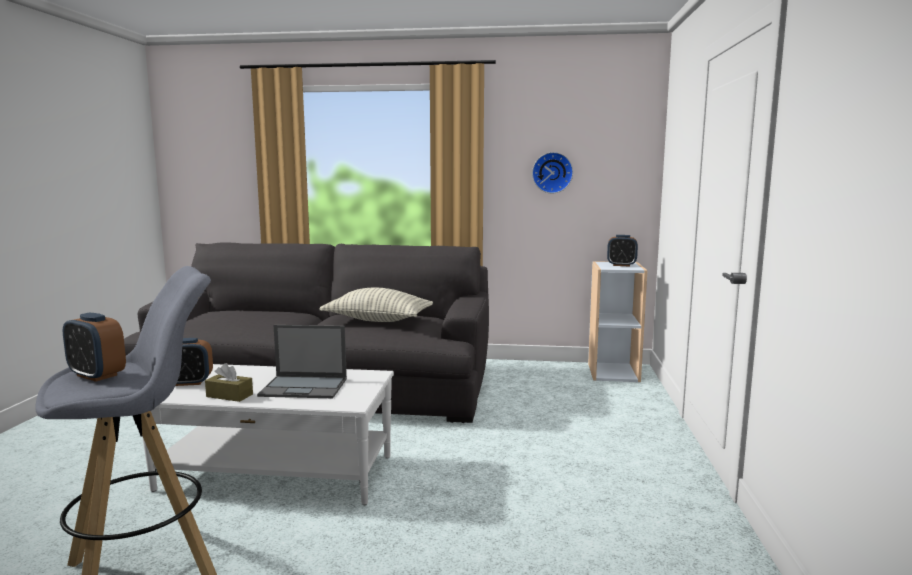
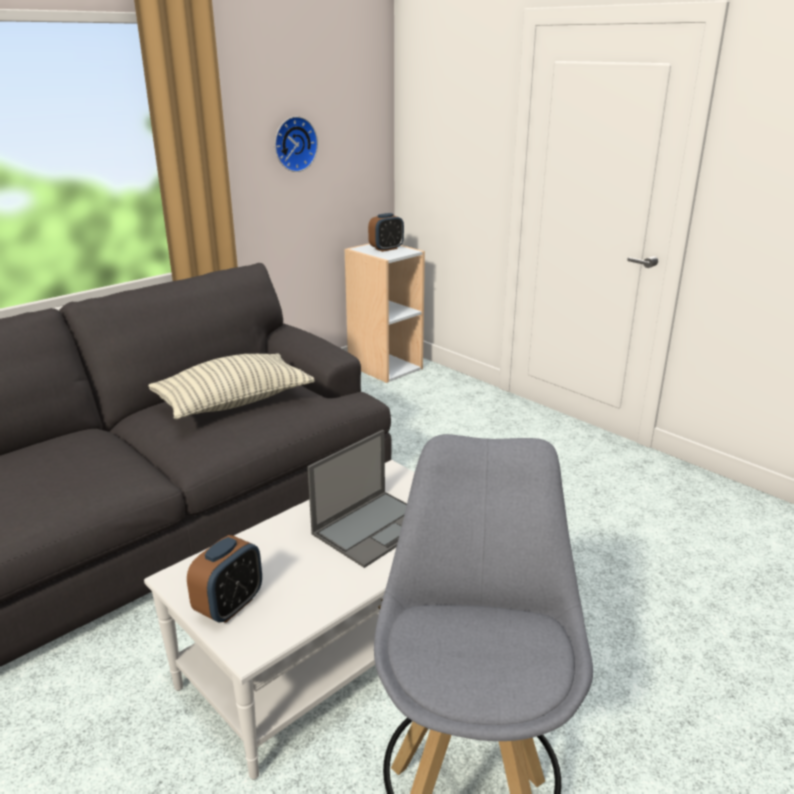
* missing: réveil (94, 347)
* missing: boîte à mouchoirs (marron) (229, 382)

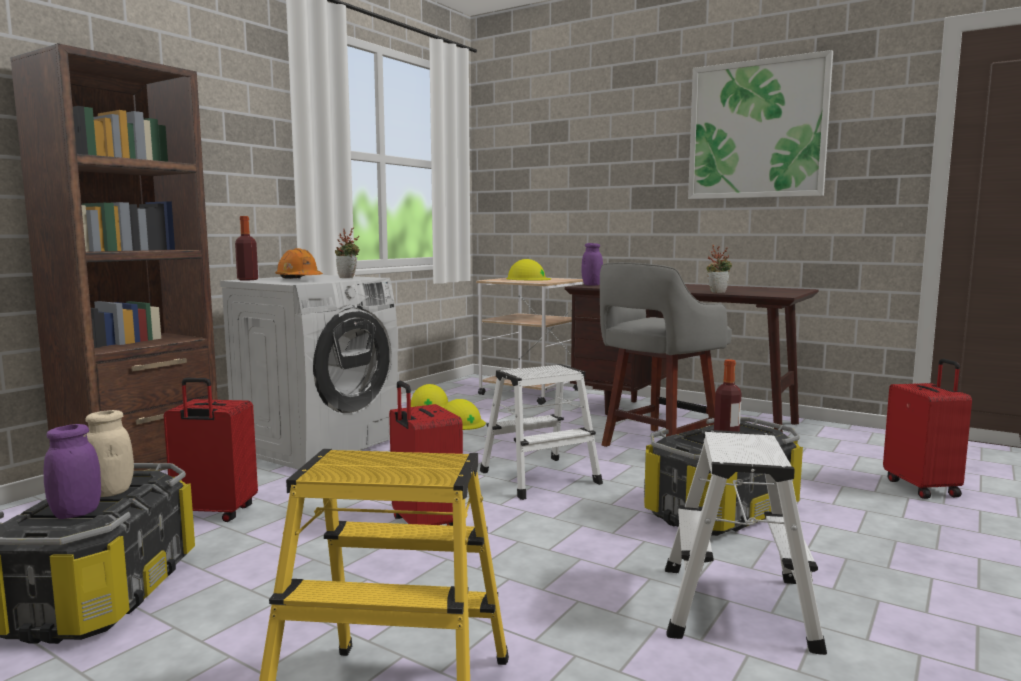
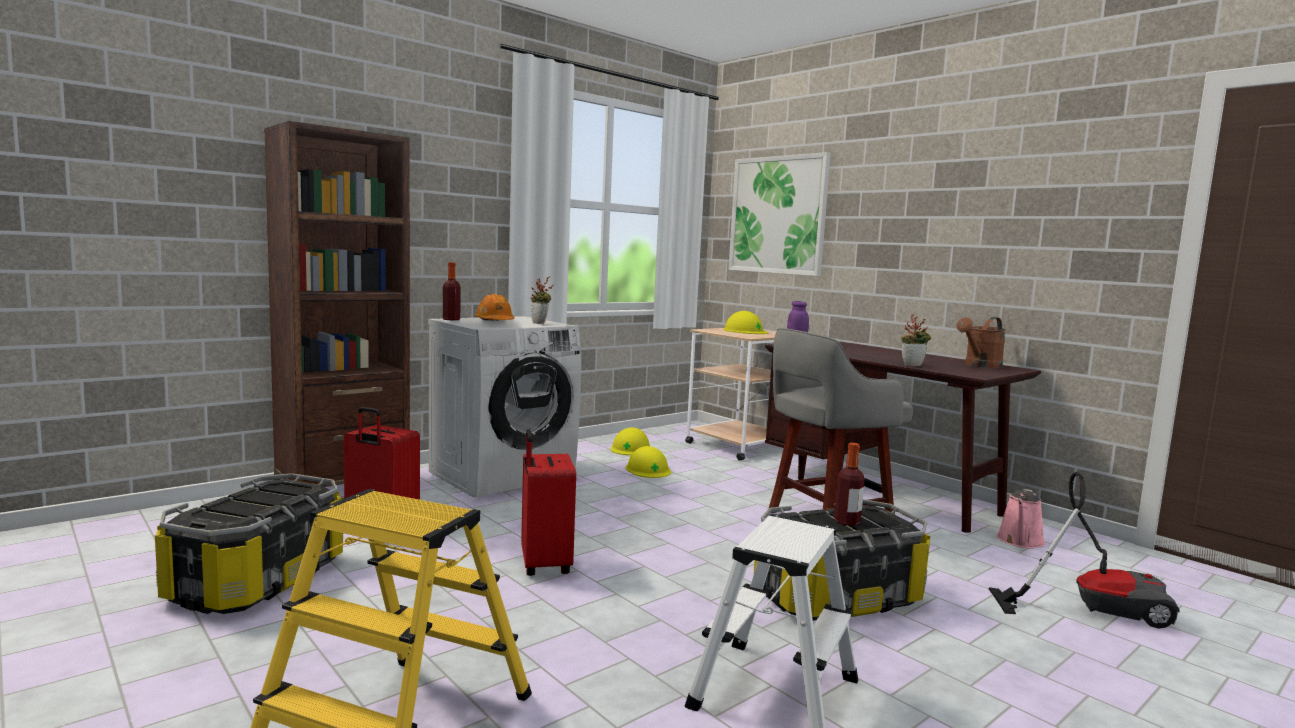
* relocated: tableau (760, 124) to (779, 214)
* appeared: arrosoir (marron) (981, 342)
* exchanged: valise (rouge) (927, 429) to aspirateur (1084, 550)
* appeared: arrosoir (rose) (1021, 519)
* missing: bocal (violet) (72, 471)
* missing: bocal (beige) (109, 453)
* missing: escabeau (blanc) (541, 432)

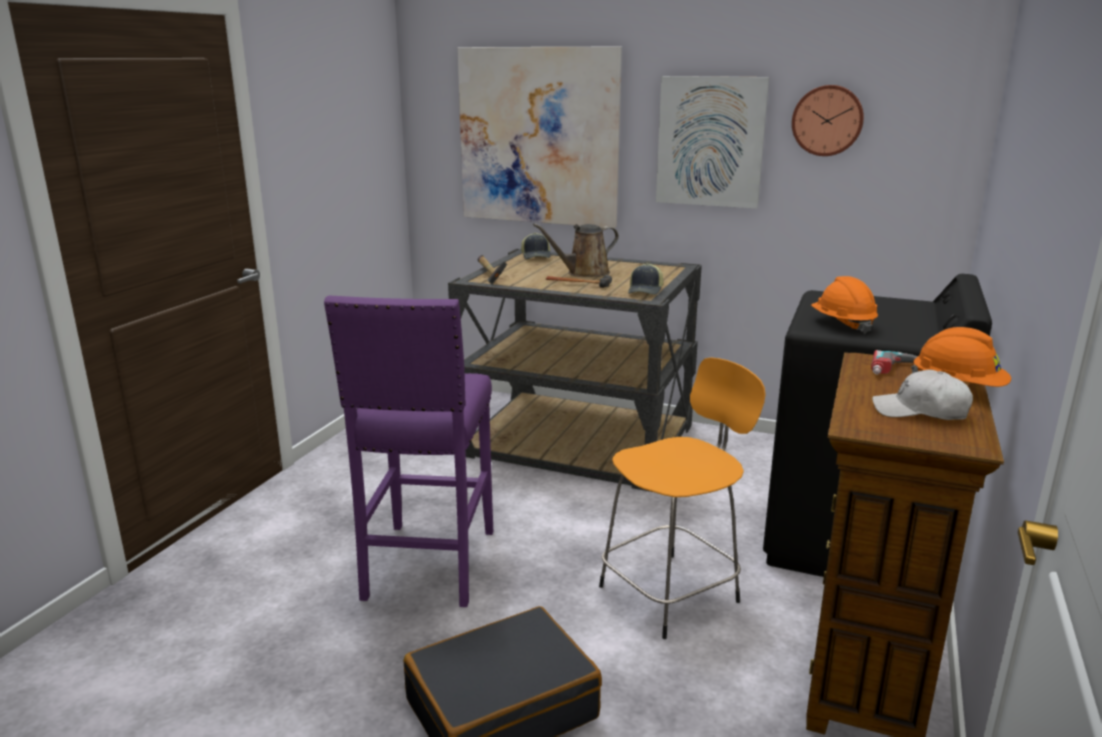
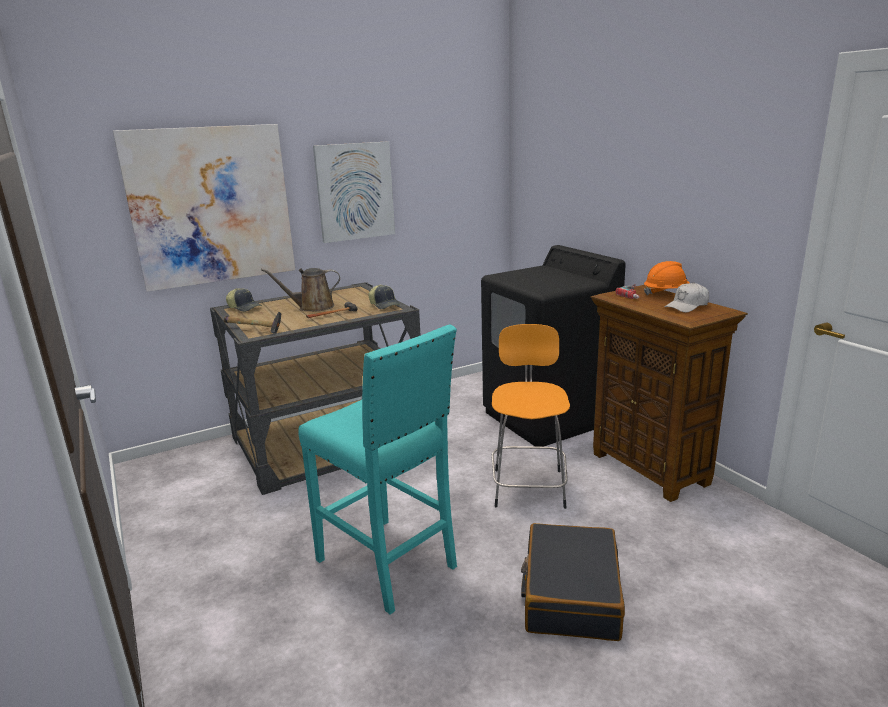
* spun: arrosoir (marron) (576, 250) = (300, 289) 60 degrees clockwise
* colour: tabouret (violet) (408, 451) to tabouret (turquoise) (377, 469)
* missing: horloge murale (828, 120)
* missing: casque de chantier (orange) (844, 305)

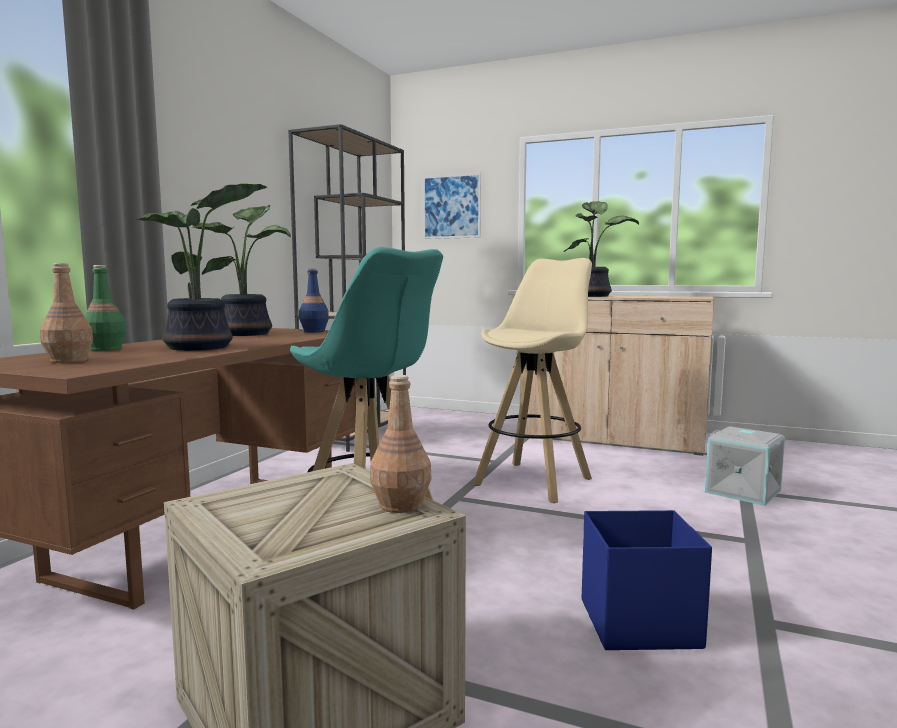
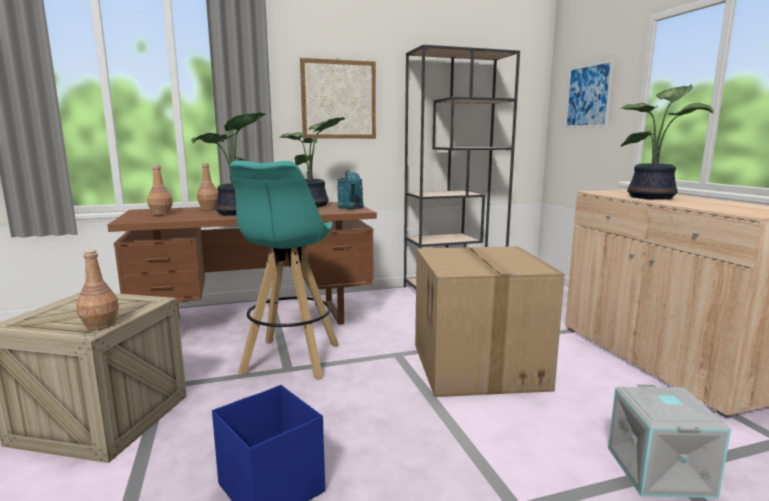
* colour: bouteille (vert) (105, 308) to bouteille (marron) (207, 186)
* appeared: tableau (338, 98)
* exchanged: bouteille (bleu) (314, 300) to arrosoir (turquoise) (350, 189)
* exchanged: tabouret (beige) (532, 380) to carton (490, 321)

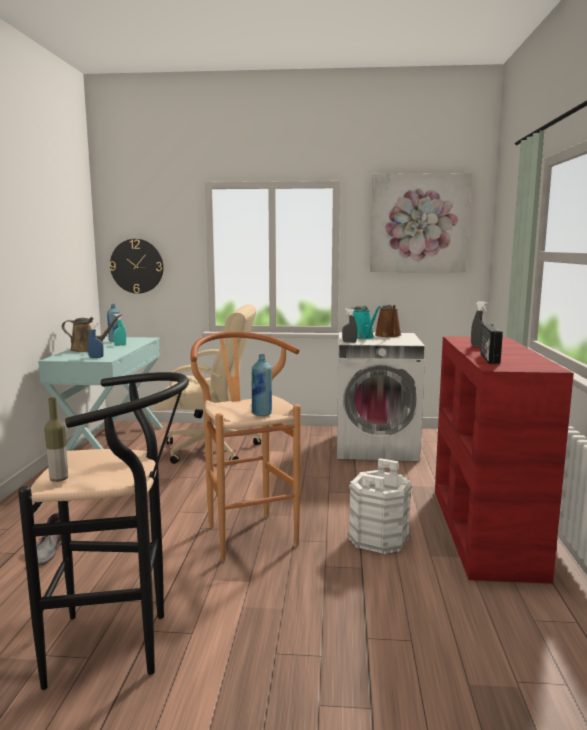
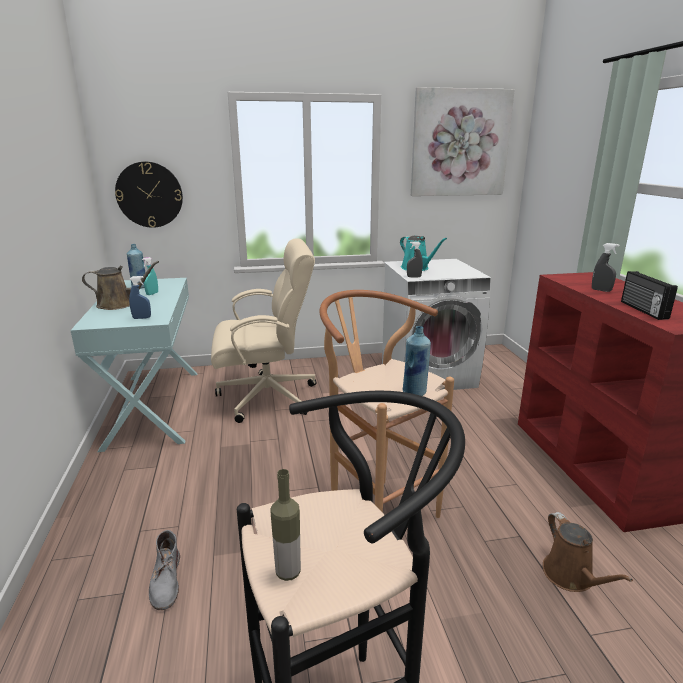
* relocated: arrosoir (marron) (388, 321) to (588, 552)
* missing: seau (blanc) (380, 506)

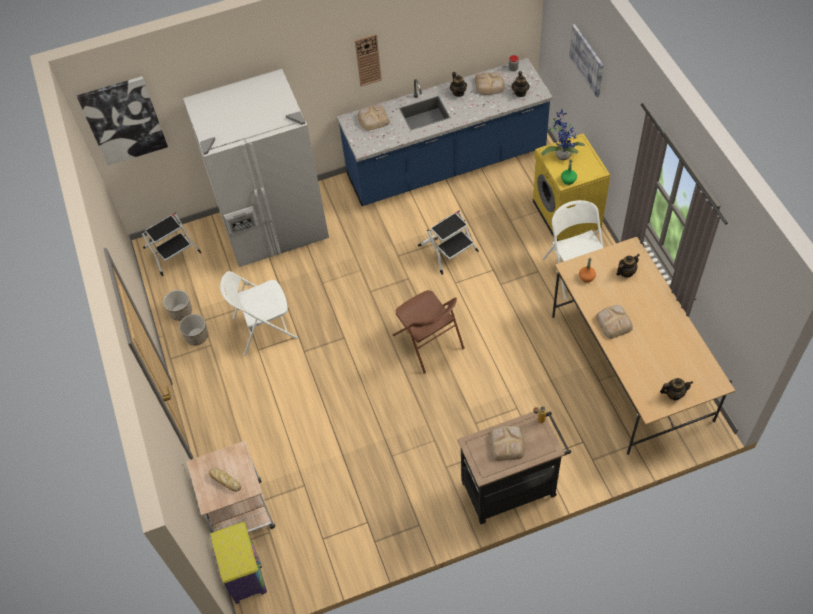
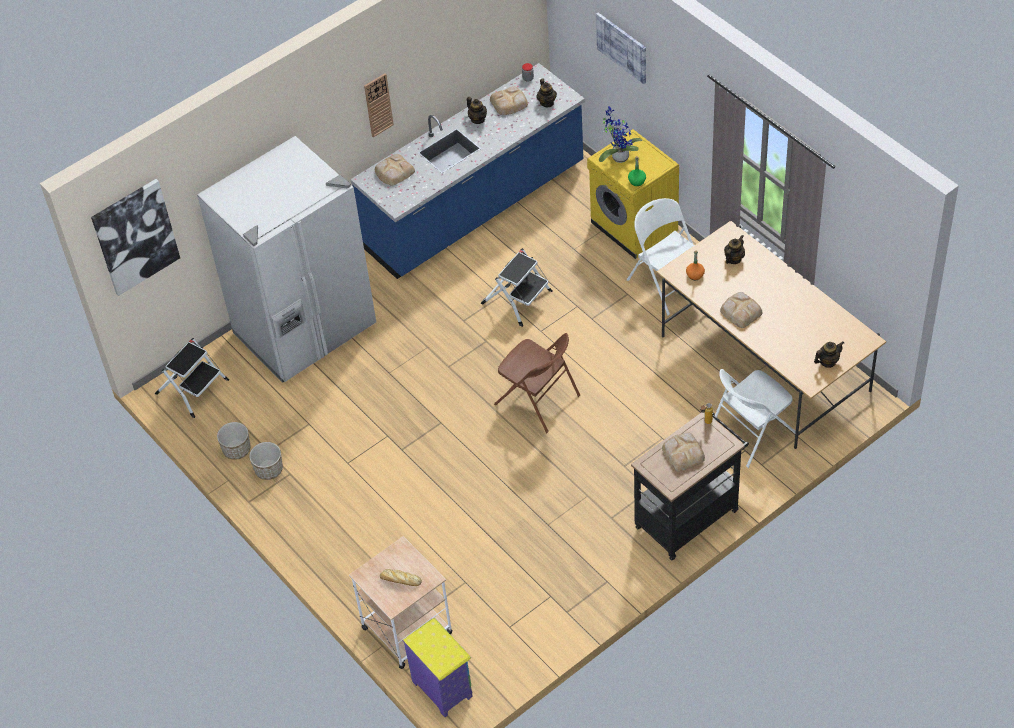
* relocated: chaise (blanc) (259, 313) to (754, 418)

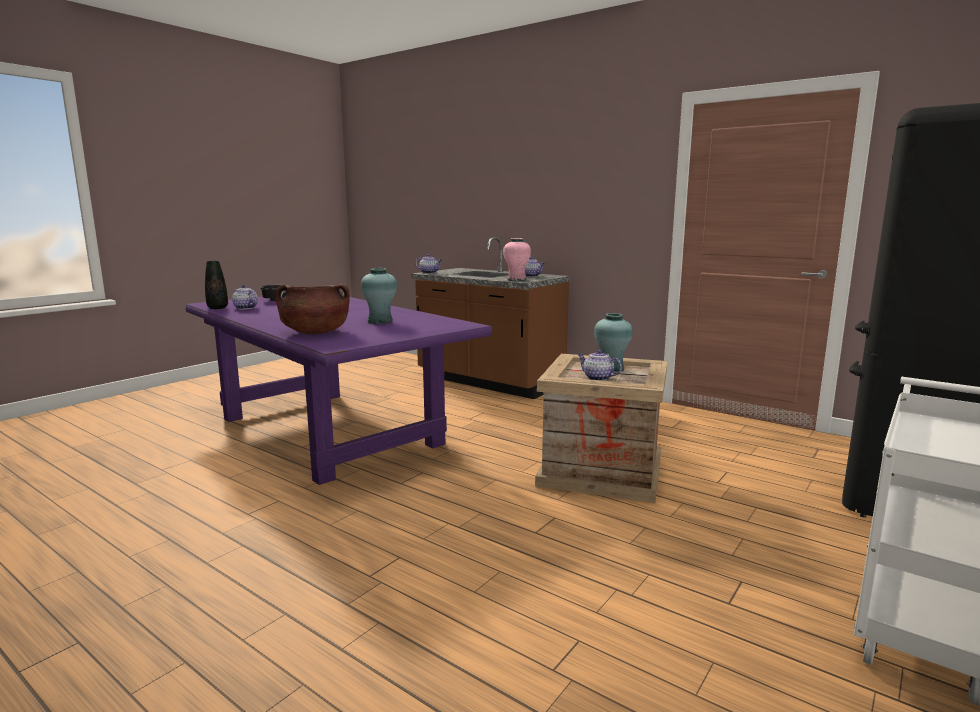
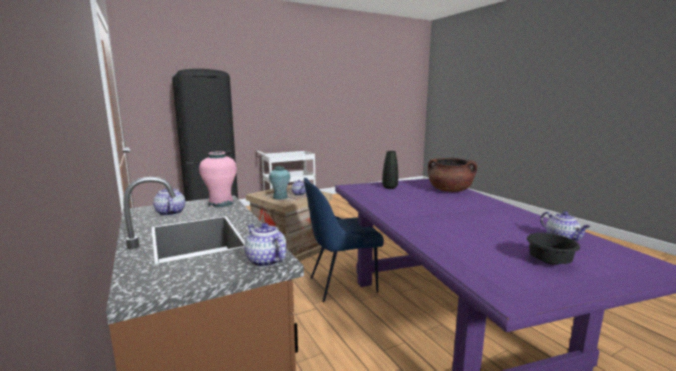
* appeared: chaise (bleu) (344, 240)
* relocated: vase (noir) (216, 285) to (390, 170)
* missing: vase (turquoise) (379, 296)

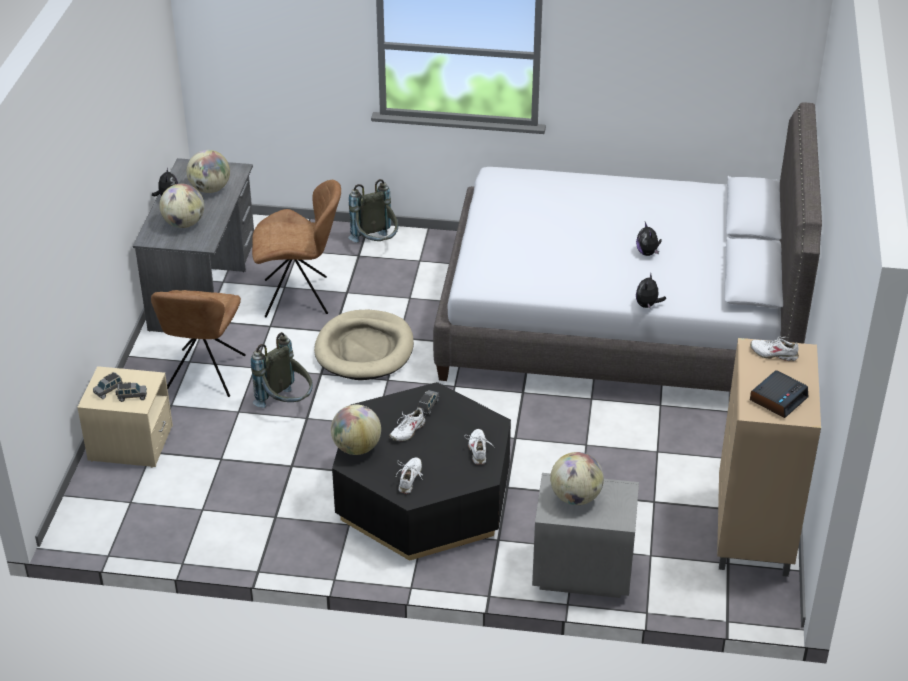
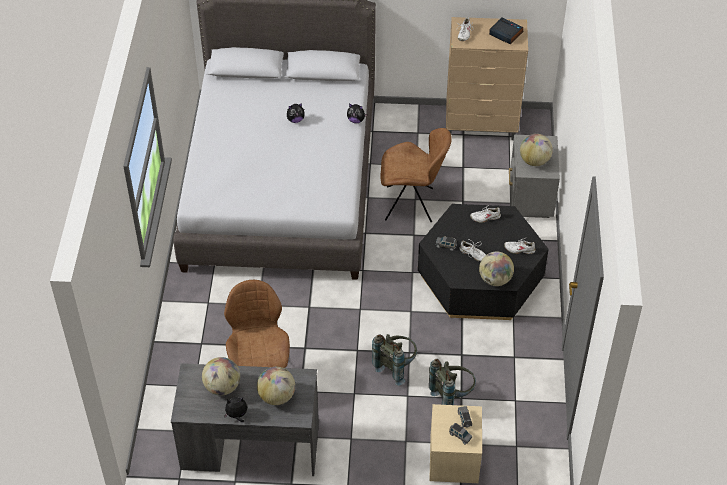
* relocated: chaise (marron) (198, 343) to (416, 175)
* relocated: sac à dos (gris) (373, 211) to (452, 382)
* missing: panier pour chien (beige) (364, 345)

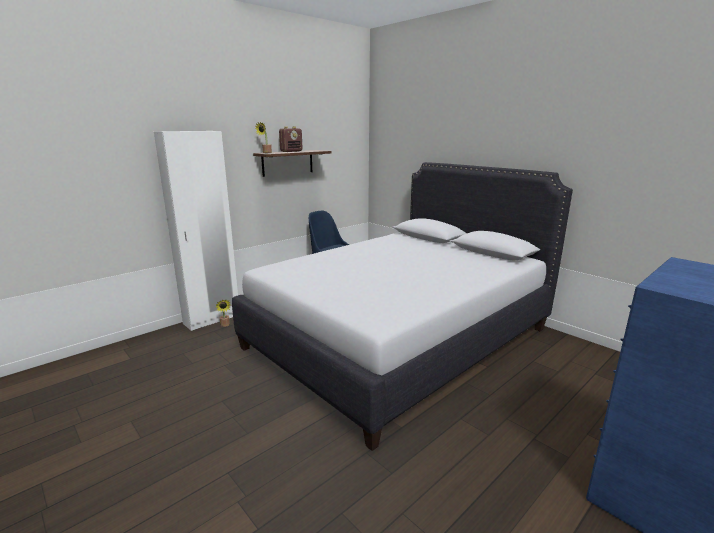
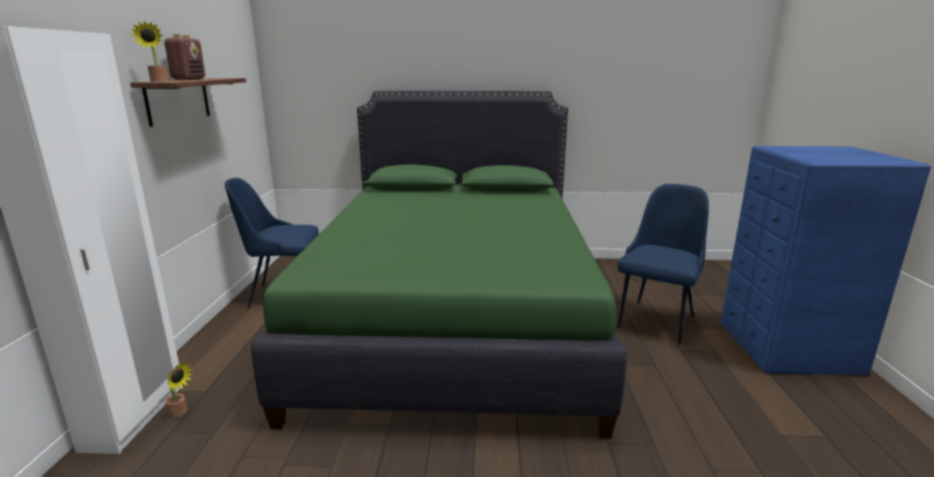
* colour: lit (blanc) (402, 306) to lit (vert) (439, 265)
* appeared: chaise (bleu) (663, 264)

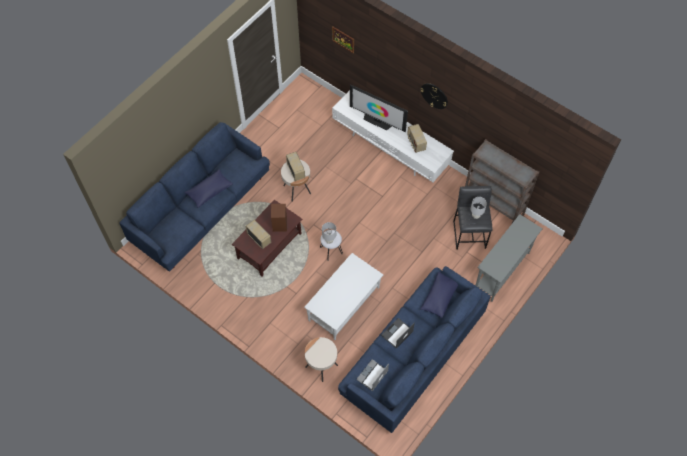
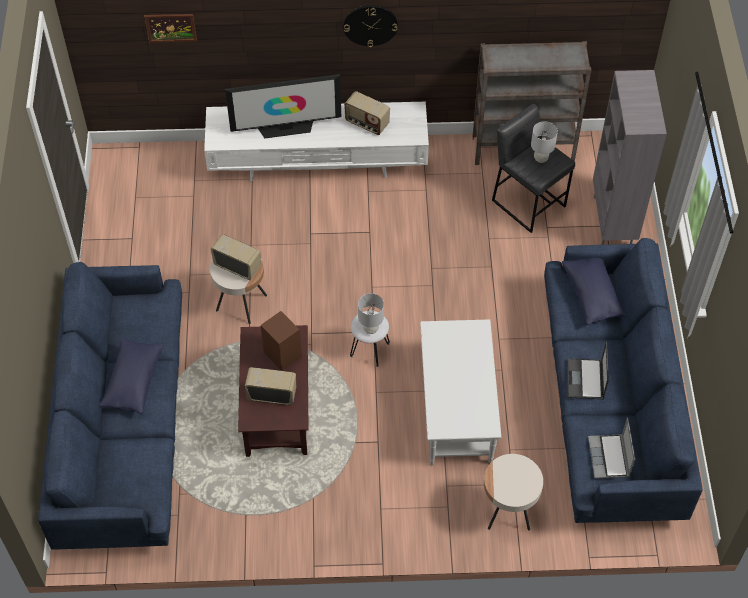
* exchanged: table console (gris) (509, 258) to bibliothèque (gris) (630, 157)

